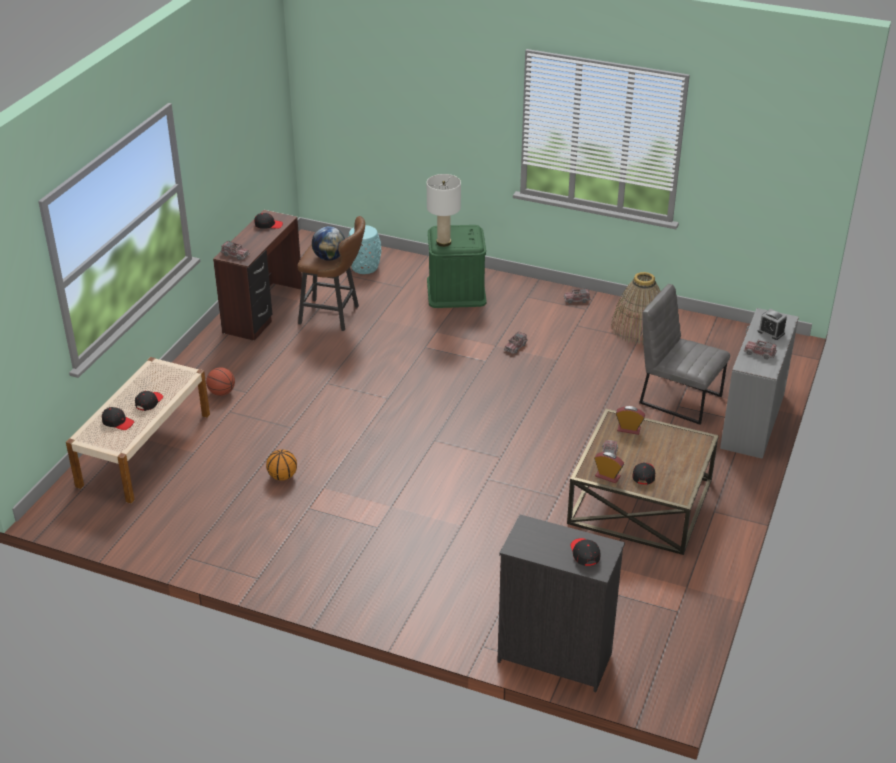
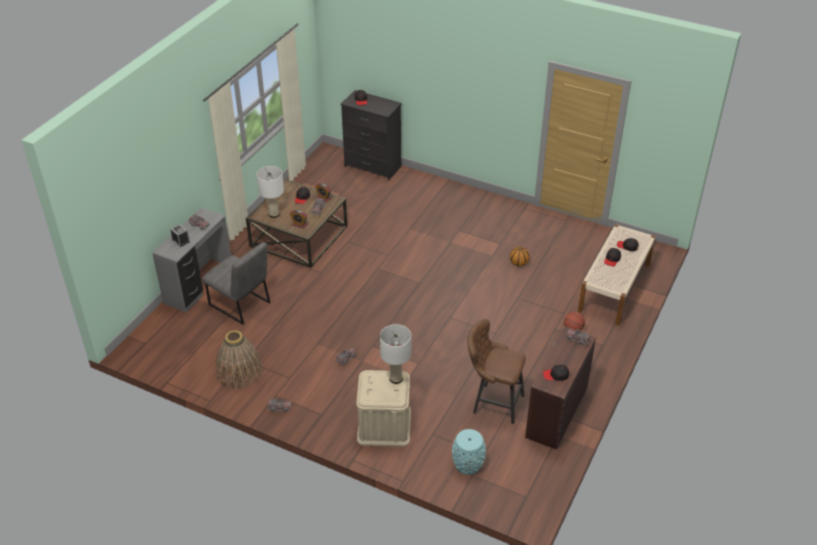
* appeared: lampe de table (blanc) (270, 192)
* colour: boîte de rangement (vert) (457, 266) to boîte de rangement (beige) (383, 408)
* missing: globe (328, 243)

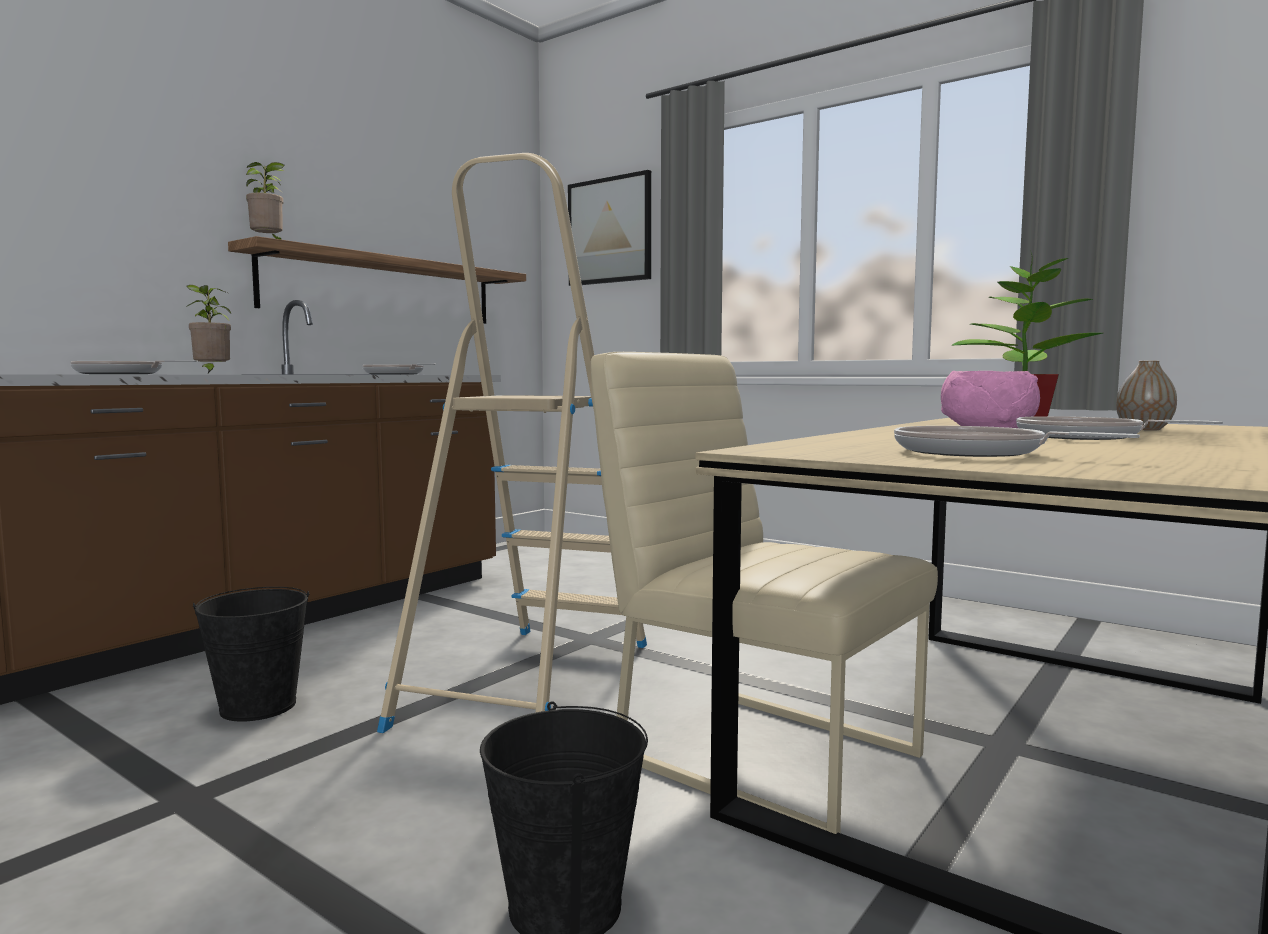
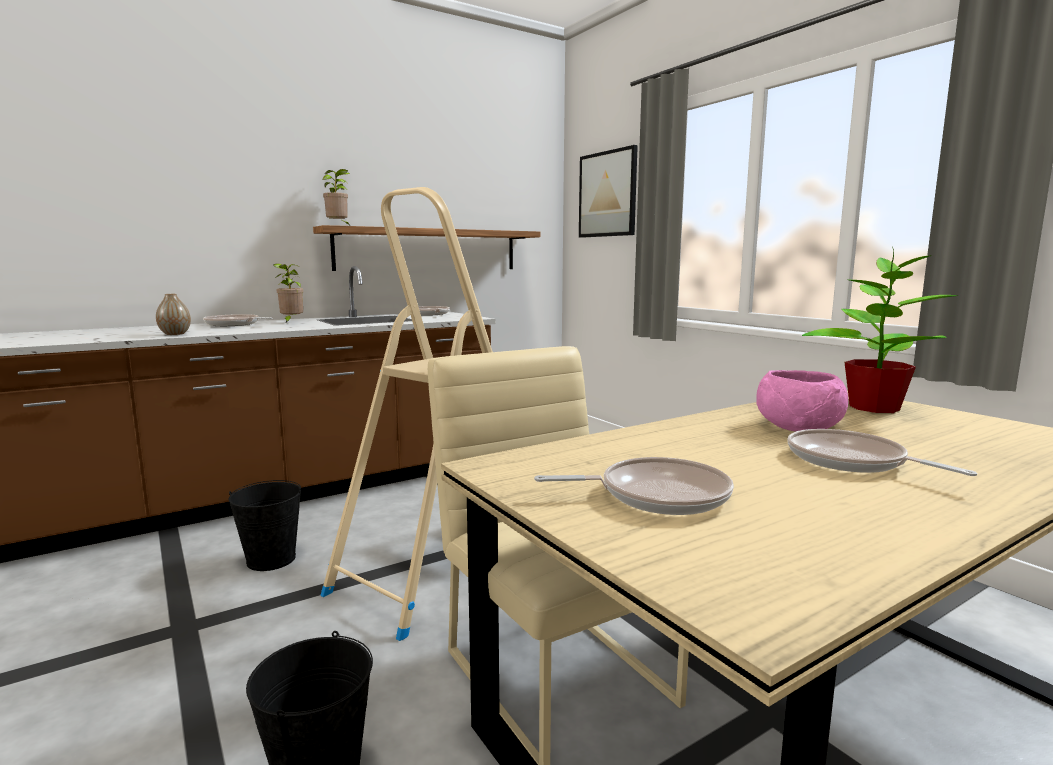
* relocated: vase (1146, 395) to (173, 314)
* spun: poêle (1017, 441) = (634, 486) 120 degrees clockwise

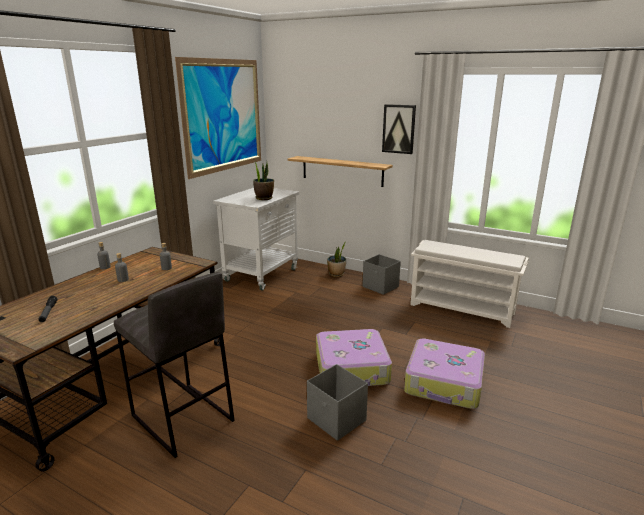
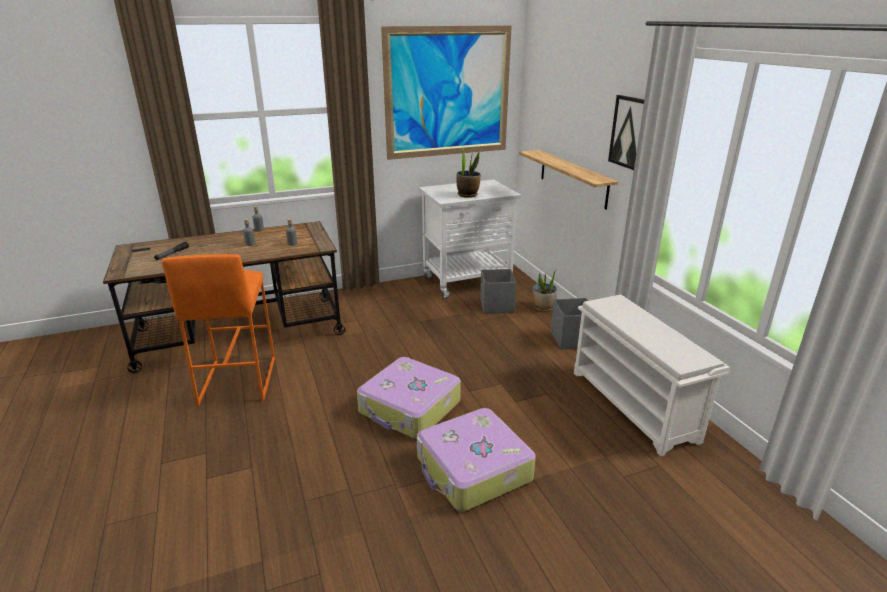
* colour: tabouret (gris) (174, 365) to tabouret (orange) (218, 330)
* relocated: boîte de rangement (gris) (337, 402) to (498, 291)

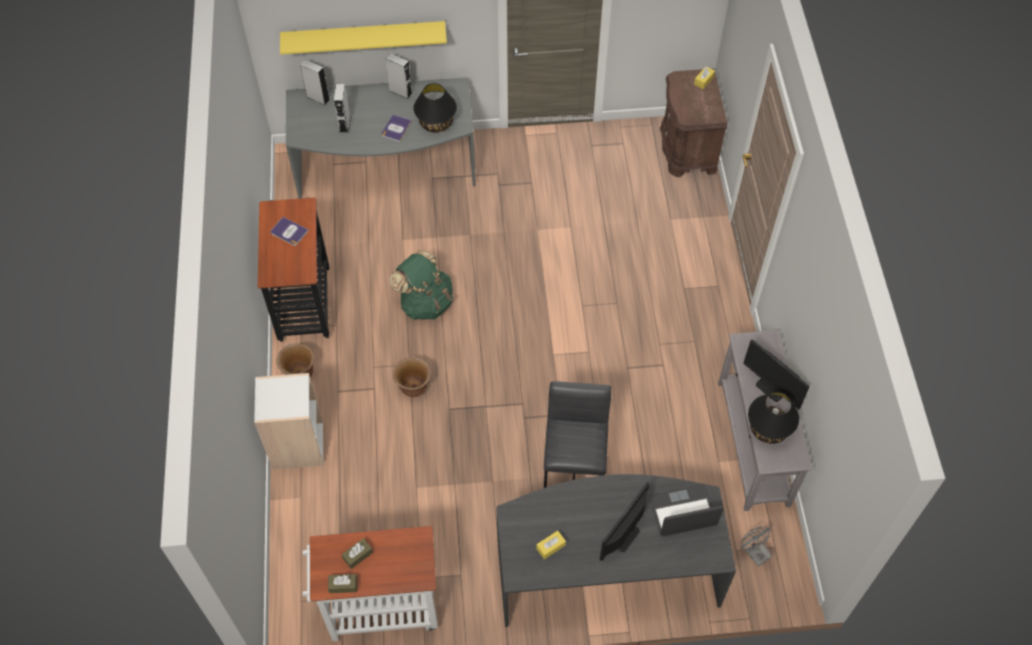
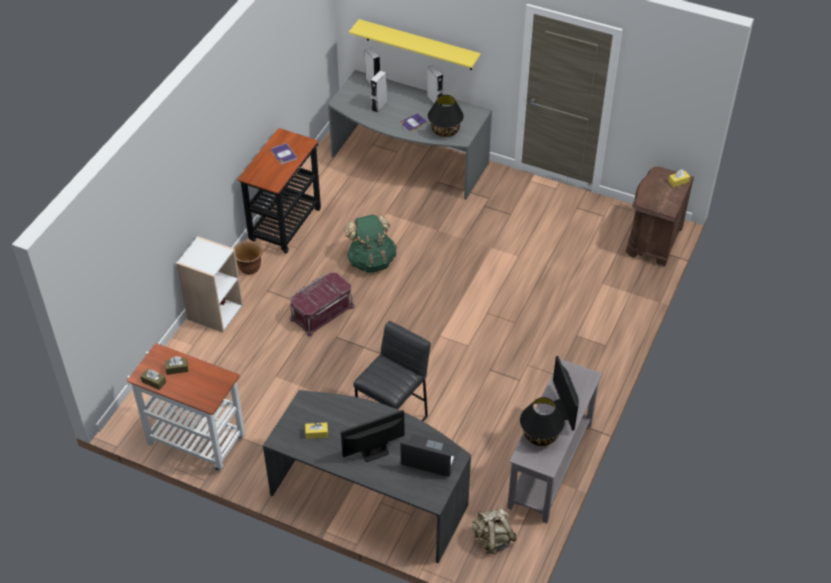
* exchanged: cache-pot (marron) (412, 377) to boîte de rangement (rouge) (322, 305)
* exchanged: ventilateur (gris) (756, 546) to sac à dos (beige) (494, 531)

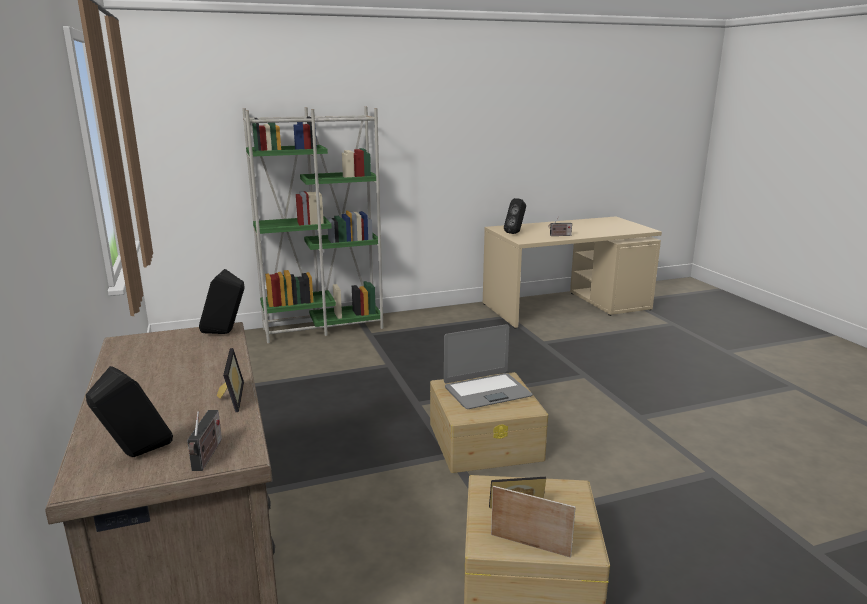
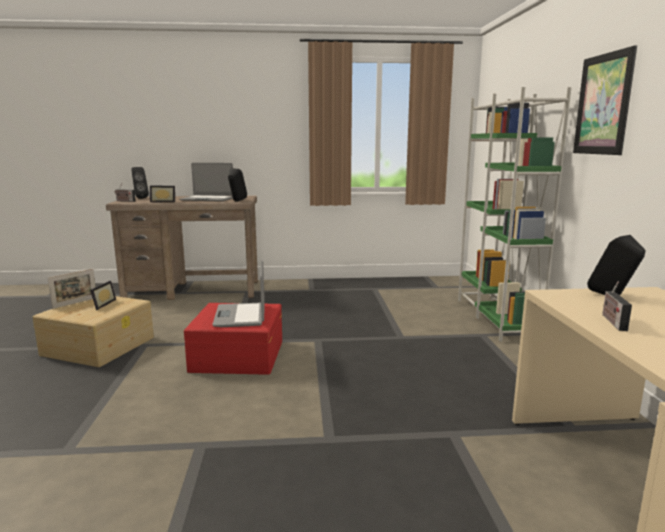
* appeared: ordinateur portable (206, 182)
* colour: boîte de rangement (beige) (489, 422) to boîte de rangement (rouge) (233, 339)
* appeared: tableau (605, 100)

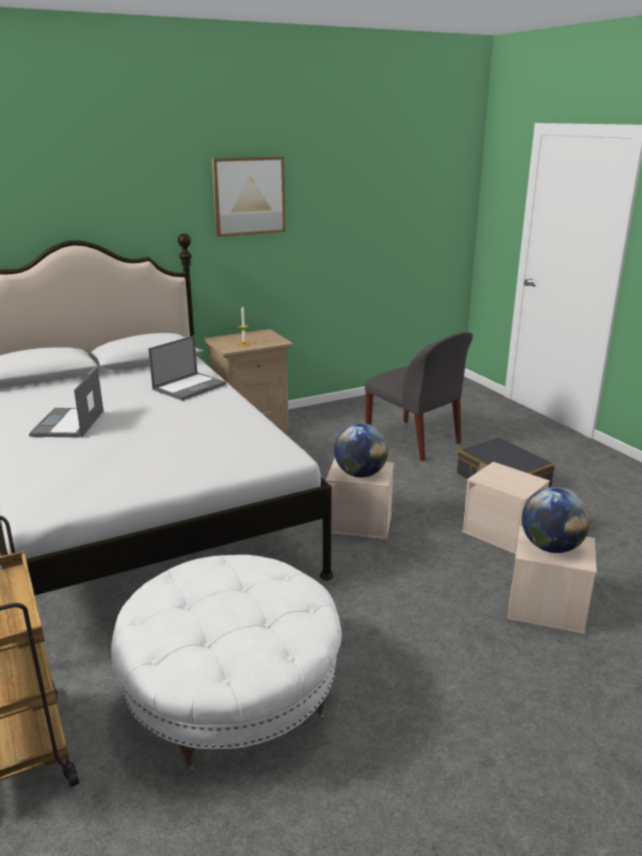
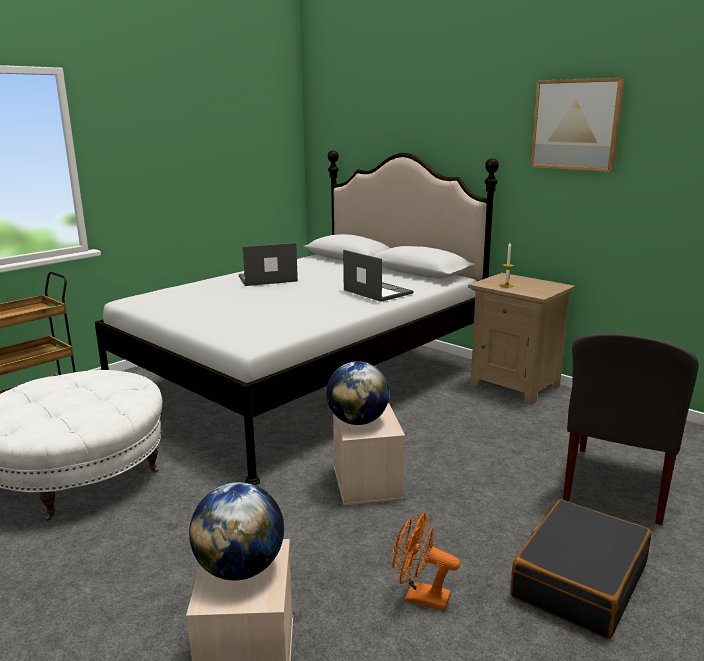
* spun: ordinateur portable (187, 368) = (378, 276) 150 degrees counterclockwise
* exchanged: boîte de rangement (beige) (506, 508) to ventilateur (orange) (426, 561)

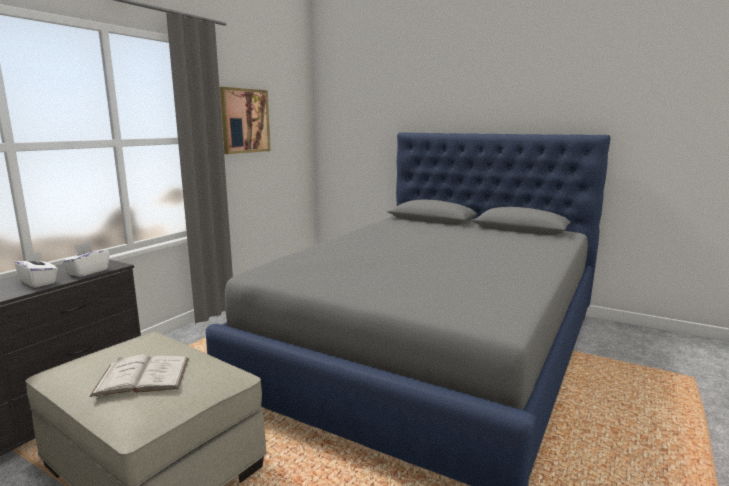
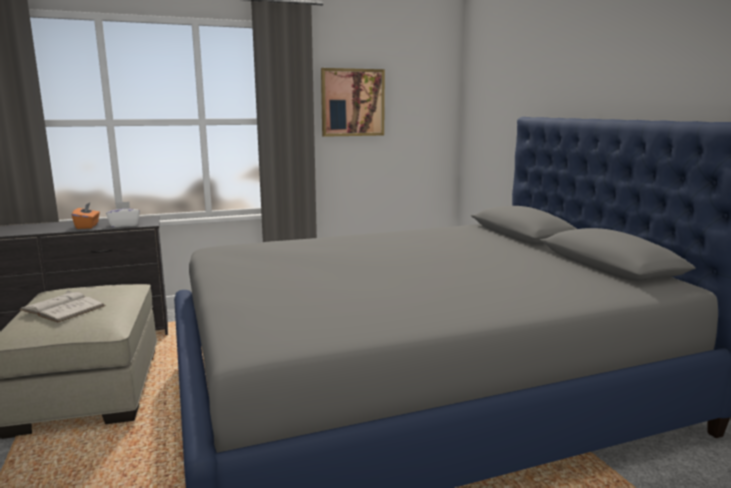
* colour: boîte à mouchoirs (blanc) (36, 269) to boîte à mouchoirs (orange) (86, 216)

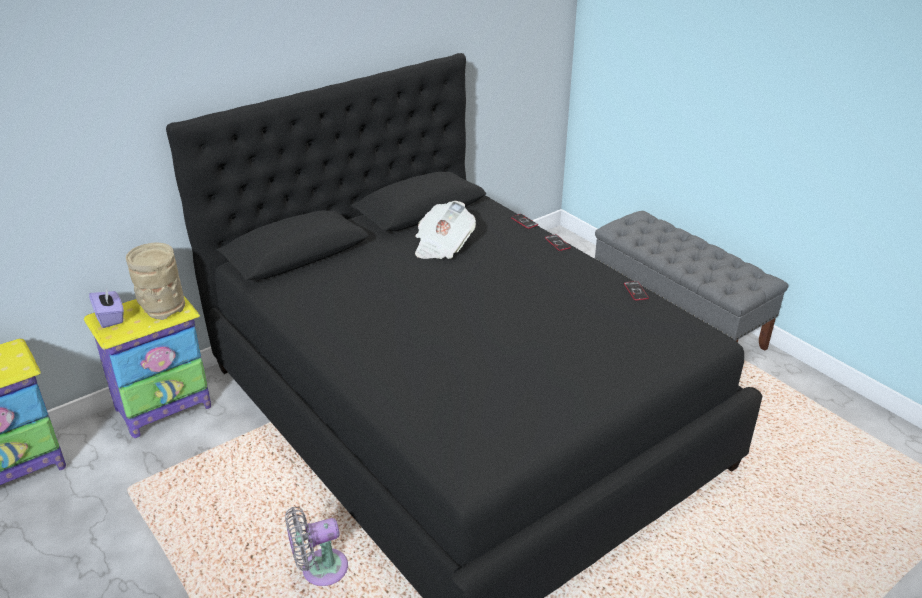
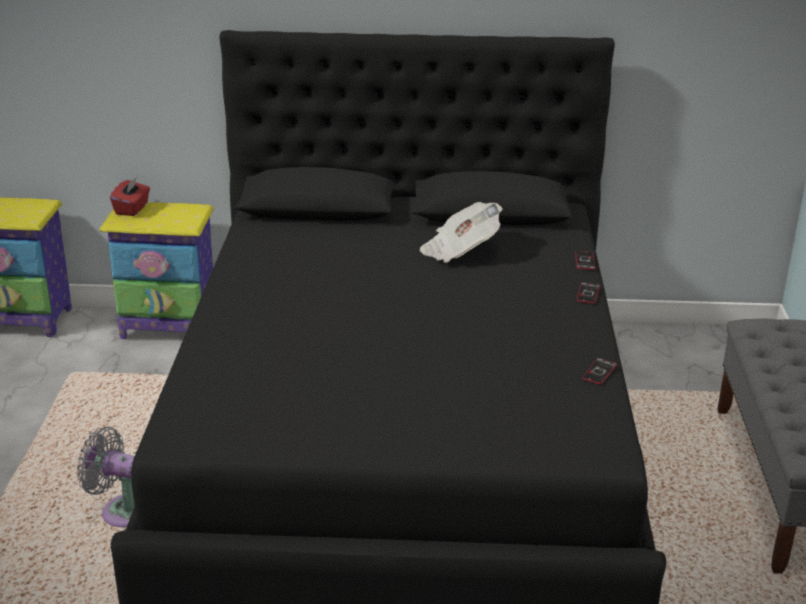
* colour: boîte à mouchoirs (violet) (106, 307) to boîte à mouchoirs (rouge) (130, 196)
* missing: vase (beige) (155, 281)

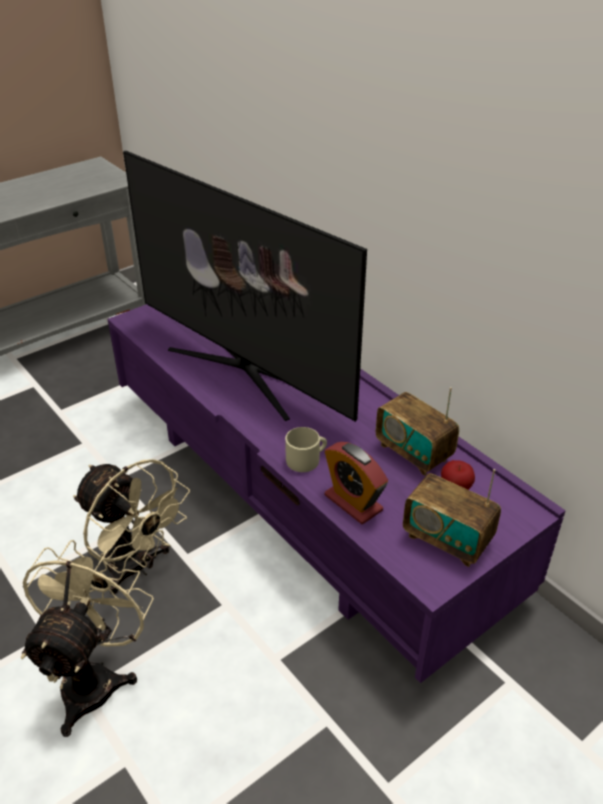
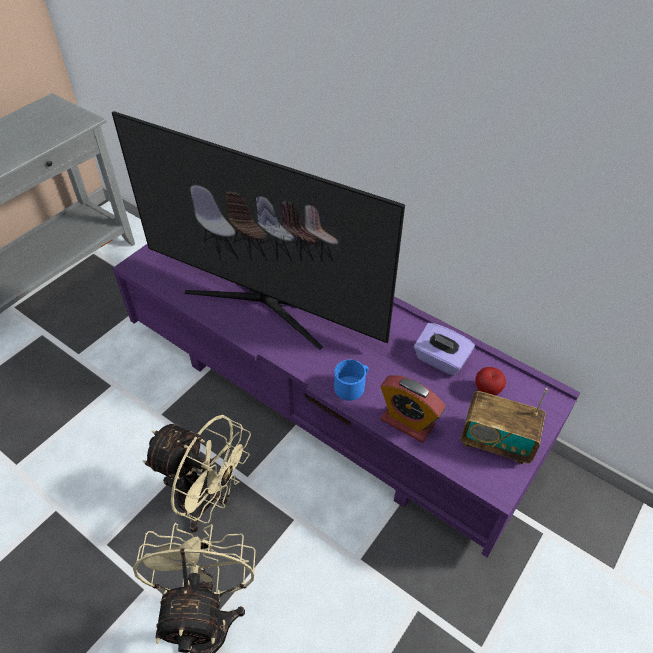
* colour: mug (beige) (306, 449) to mug (bleu) (351, 380)
* exchanged: radio (417, 431) to boîte à mouchoirs (violet) (444, 349)

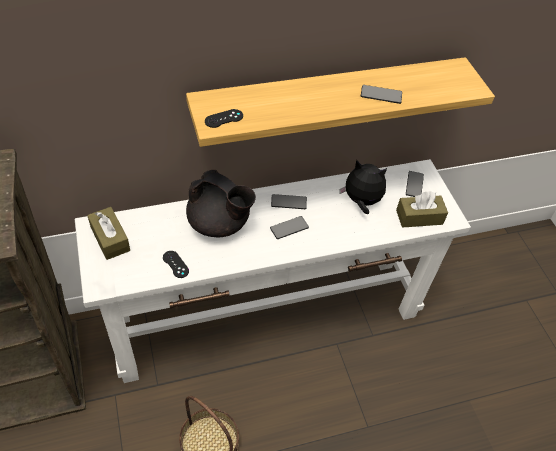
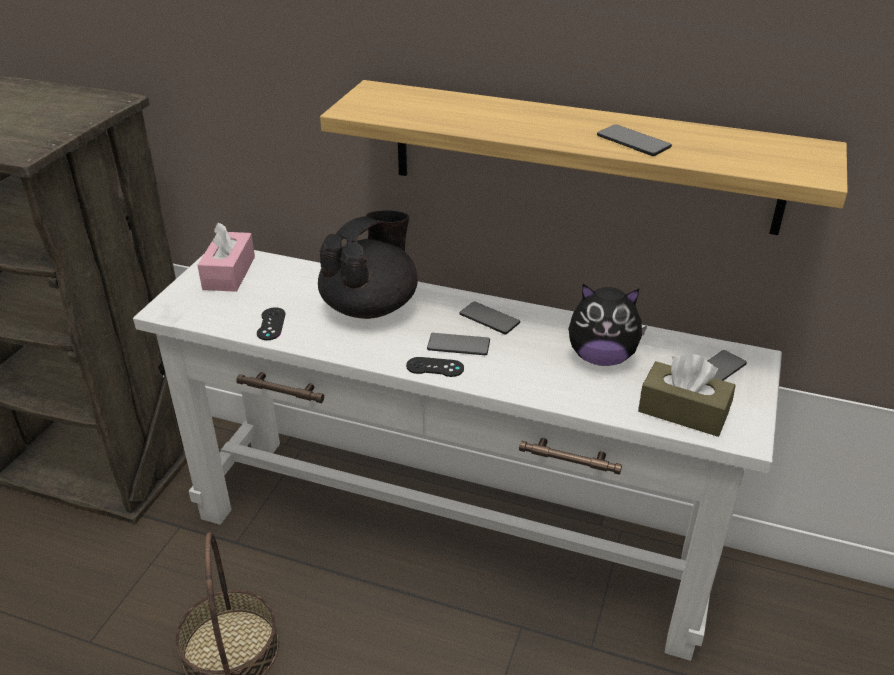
* colour: boîte à mouchoirs (marron) (108, 233) to boîte à mouchoirs (rose) (226, 257)
* spun: théière (noir) (221, 203) = (368, 264) 120 degrees counterclockwise
* relocated: manette (noir) (224, 118) to (435, 367)
* spun: peluche (363, 187) = (607, 325) 135 degrees clockwise

